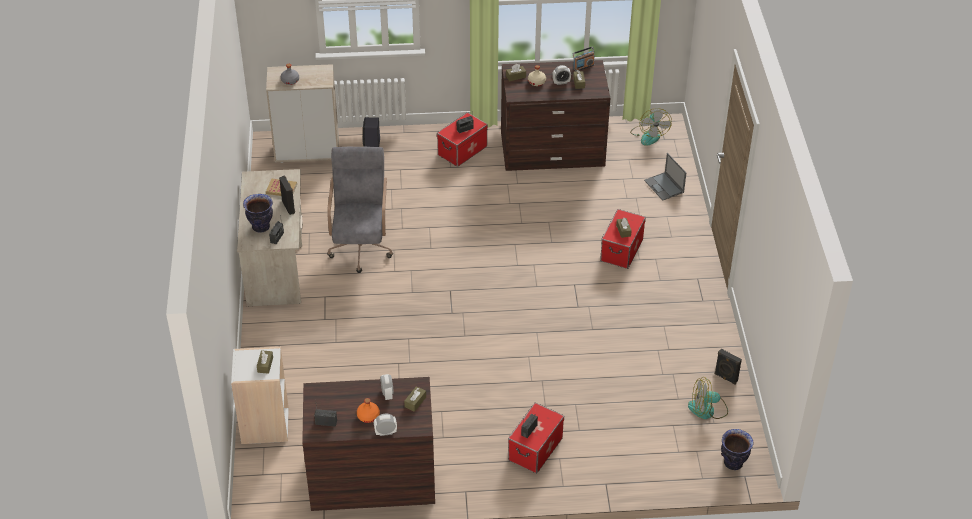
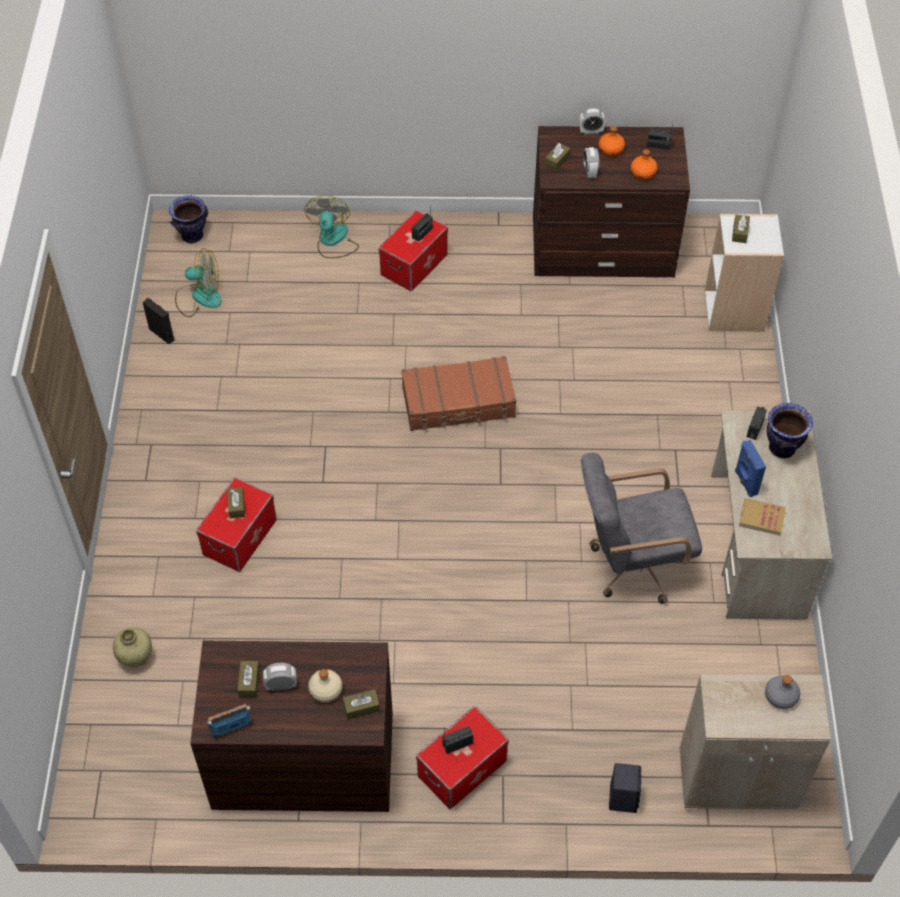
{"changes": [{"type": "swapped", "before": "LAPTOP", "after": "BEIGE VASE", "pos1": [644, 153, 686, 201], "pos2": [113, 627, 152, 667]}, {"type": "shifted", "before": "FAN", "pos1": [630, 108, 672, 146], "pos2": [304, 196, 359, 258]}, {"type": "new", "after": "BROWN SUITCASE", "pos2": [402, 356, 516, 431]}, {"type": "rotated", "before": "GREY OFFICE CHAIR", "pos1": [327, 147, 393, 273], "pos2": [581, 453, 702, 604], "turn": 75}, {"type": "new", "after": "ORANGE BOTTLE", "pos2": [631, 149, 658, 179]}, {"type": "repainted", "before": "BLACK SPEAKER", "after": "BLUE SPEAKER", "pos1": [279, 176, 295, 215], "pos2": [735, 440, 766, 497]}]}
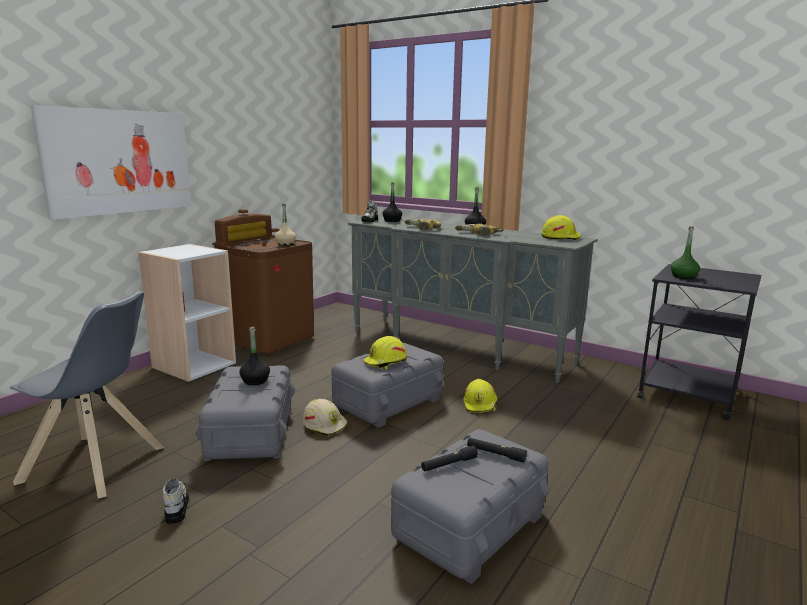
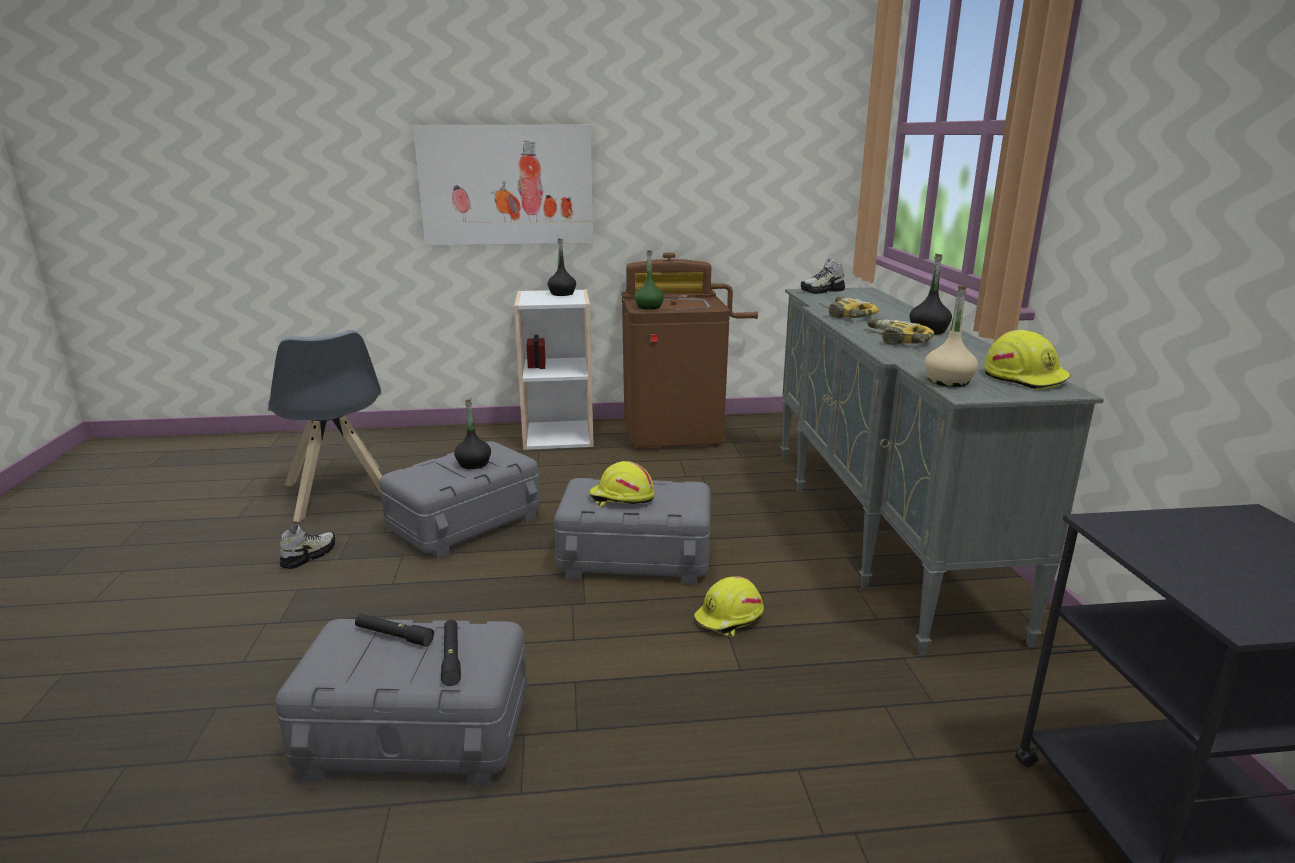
{"changes": [{"type": "shifted", "before": "BLACK BOTTLE", "pos1": [382, 183, 402, 222], "pos2": [547, 238, 576, 296]}, {"type": "shifted", "before": "GREEN BOTTLE", "pos1": [671, 226, 700, 279], "pos2": [635, 250, 664, 309]}, {"type": "shifted", "before": "BEIGE BOTTLE", "pos1": [275, 204, 296, 246], "pos2": [924, 285, 978, 387]}, {"type": "gone", "before": "BEIGE HARD HAT", "pos1": [303, 399, 348, 436]}]}
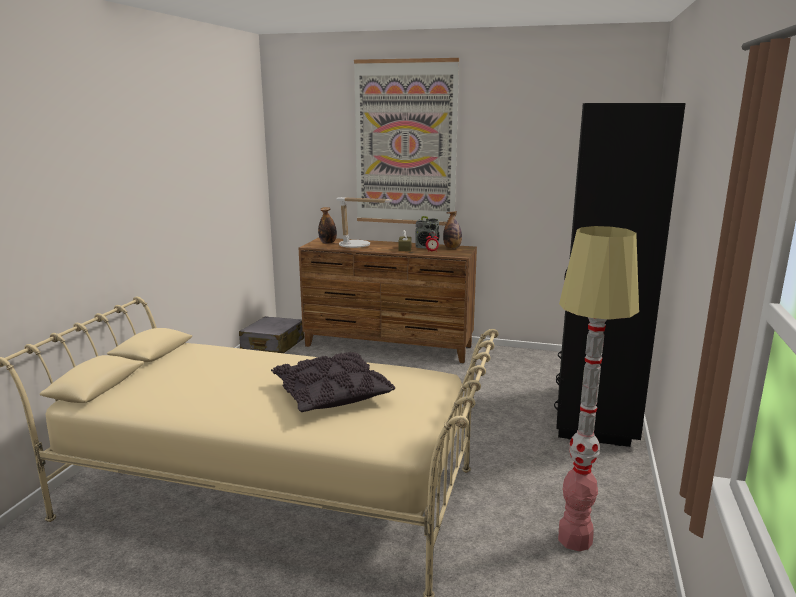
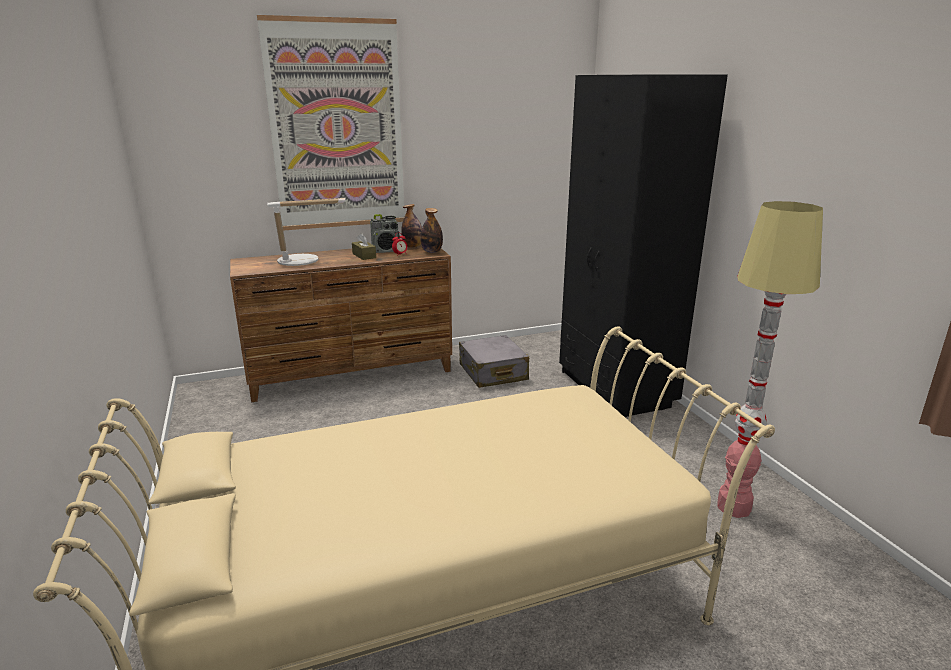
{"changes": [{"type": "shifted", "before": "BOTTLE", "pos1": [318, 207, 337, 244], "pos2": [420, 208, 443, 253]}, {"type": "shifted", "before": "GREY SUITCASE", "pos1": [239, 316, 304, 353], "pos2": [459, 335, 529, 388]}, {"type": "gone", "before": "BLACK PILLOW", "pos1": [271, 352, 395, 412]}]}
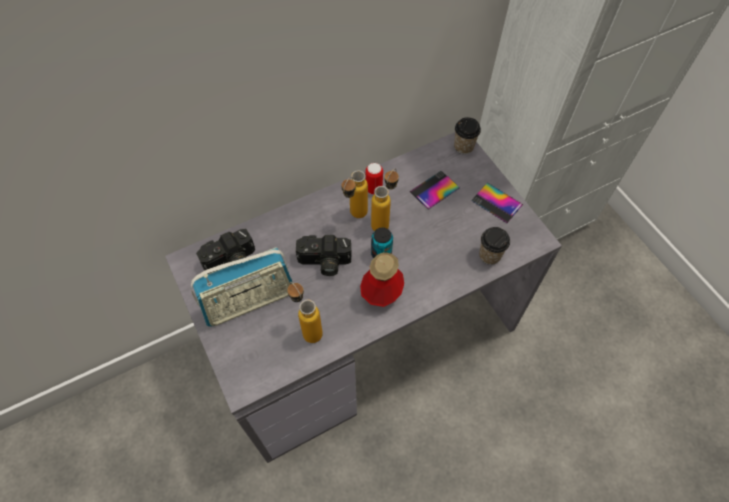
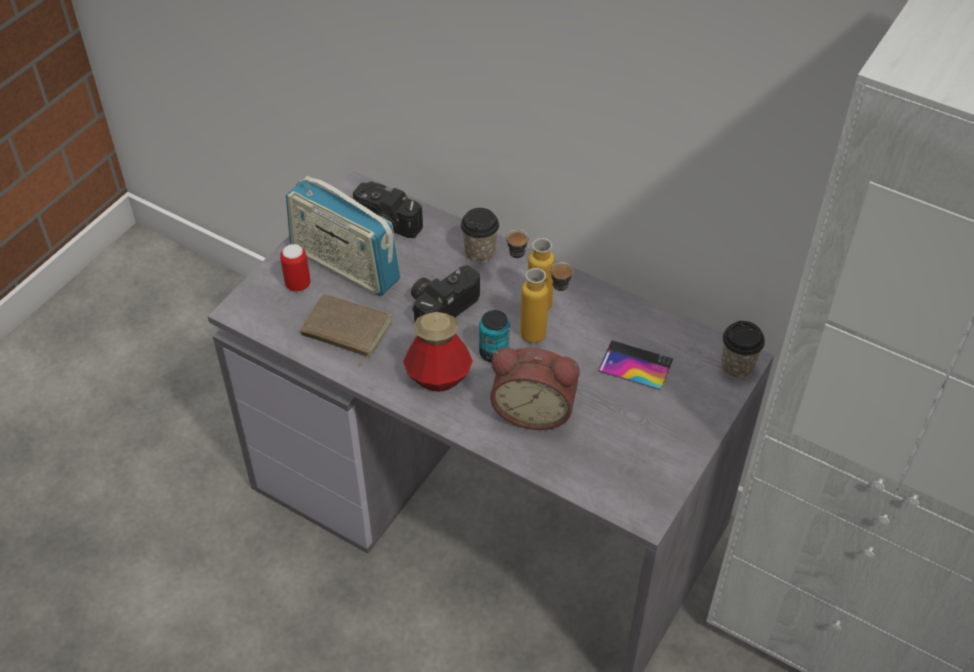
{"changes": [{"type": "shifted", "before": "CAN", "pos1": [365, 163, 383, 195], "pos2": [280, 244, 310, 292]}, {"type": "swapped", "before": "BOTTLE", "after": "BROWN BOOK", "pos1": [287, 282, 323, 343], "pos2": [300, 294, 393, 366]}, {"type": "rotated", "before": "PHOTO CAMERA", "pos1": [296, 235, 351, 276], "pos2": [411, 265, 480, 323], "turn": 75}, {"type": "shifted", "before": "CUP", "pos1": [479, 227, 510, 265], "pos2": [461, 208, 499, 263]}, {"type": "new", "after": "ALARM CLOCK", "pos2": [490, 348, 580, 430]}, {"type": "gone", "before": "PHONE", "pos1": [471, 182, 523, 223]}]}
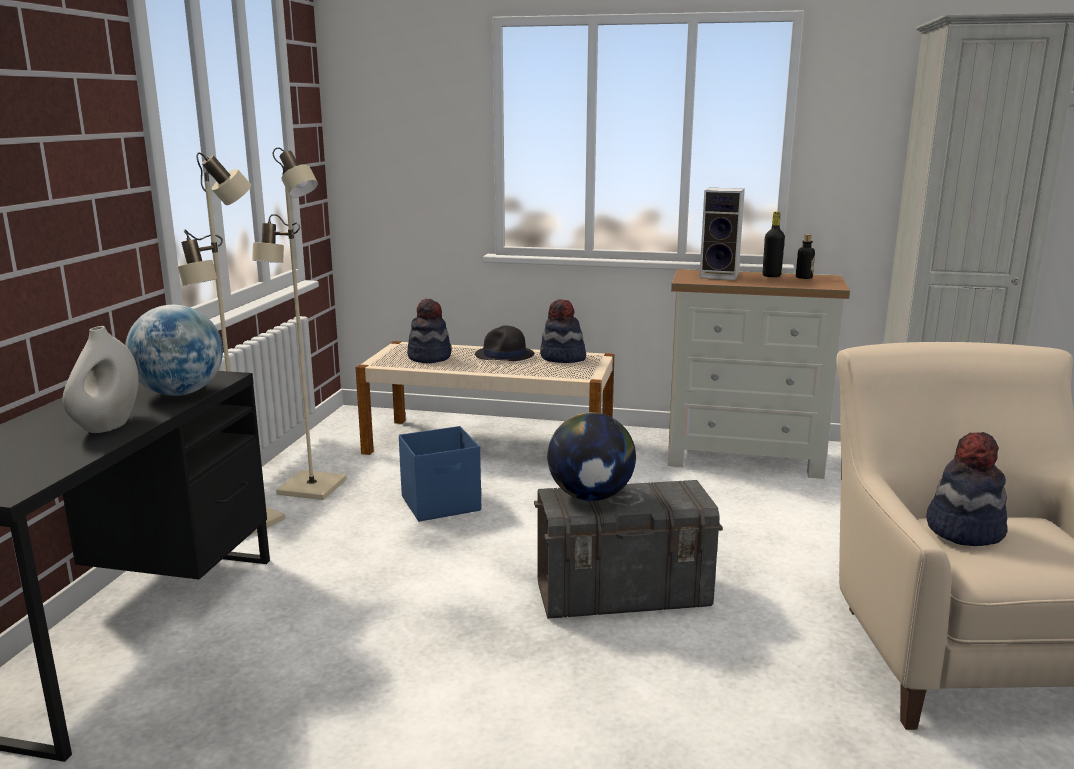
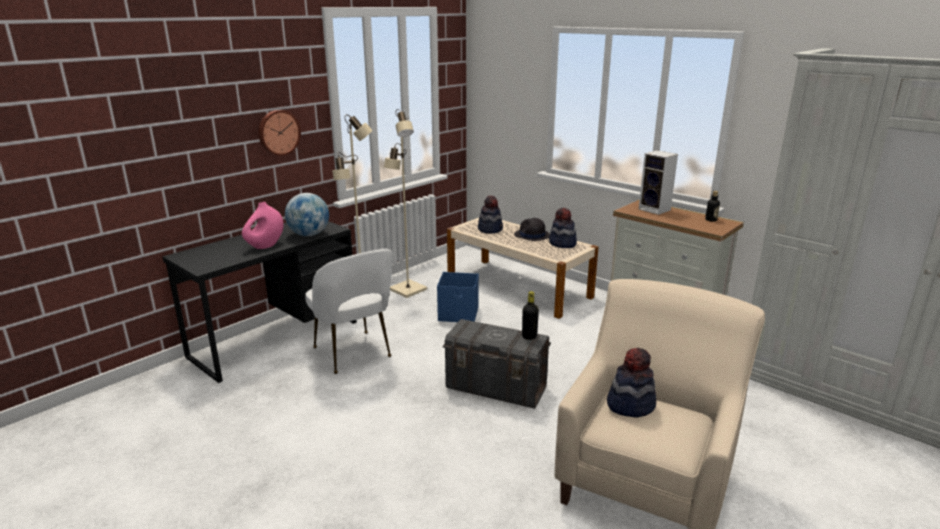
{"changes": [{"type": "repainted", "before": "WHITE VASE", "after": "PINK VASE", "pos1": [62, 326, 139, 433], "pos2": [242, 202, 284, 249]}, {"type": "new", "after": "WALL CLOCK", "pos2": [258, 110, 301, 156]}, {"type": "new", "after": "WHITE CHAIR", "pos2": [305, 249, 393, 374]}, {"type": "shifted", "before": "BLACK BOTTLE", "pos1": [763, 211, 785, 277], "pos2": [522, 291, 539, 340]}, {"type": "gone", "before": "GLOBE", "pos1": [547, 412, 636, 501]}]}
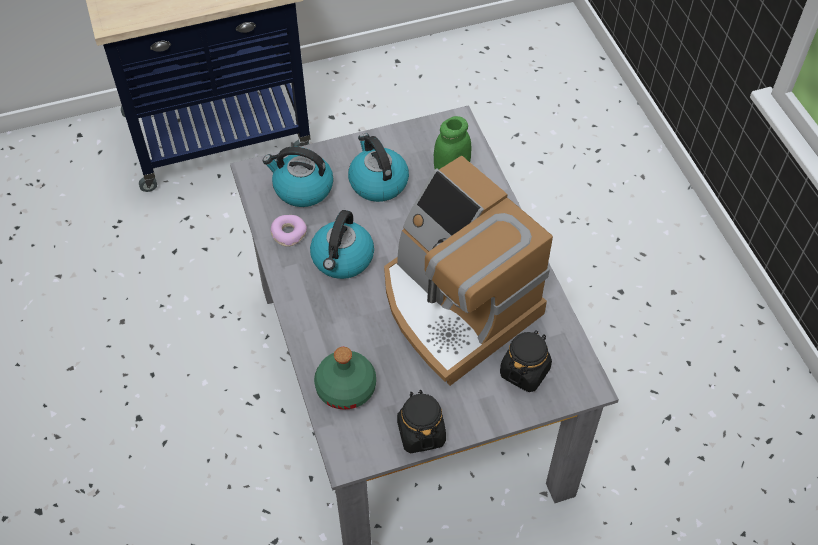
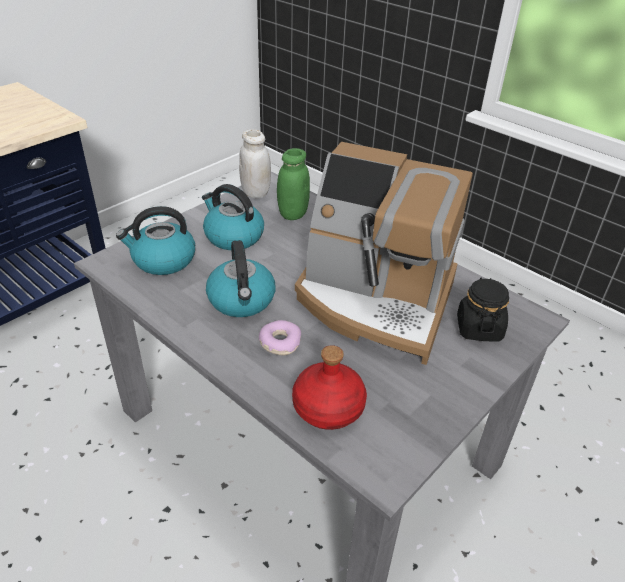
{"changes": [{"type": "new", "after": "WHITE JAR", "pos2": [239, 129, 271, 199]}, {"type": "shifted", "before": "DONUT", "pos1": [270, 215, 307, 247], "pos2": [259, 320, 301, 355]}, {"type": "repainted", "before": "GREEN BOTTLE", "after": "RED BOTTLE", "pos1": [314, 347, 376, 410], "pos2": [292, 345, 367, 430]}, {"type": "gone", "before": "BLACK JAR", "pos1": [397, 390, 446, 453]}]}
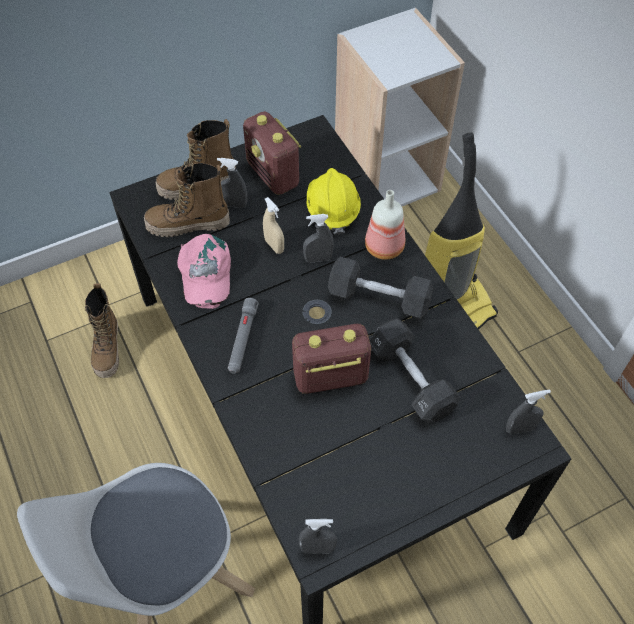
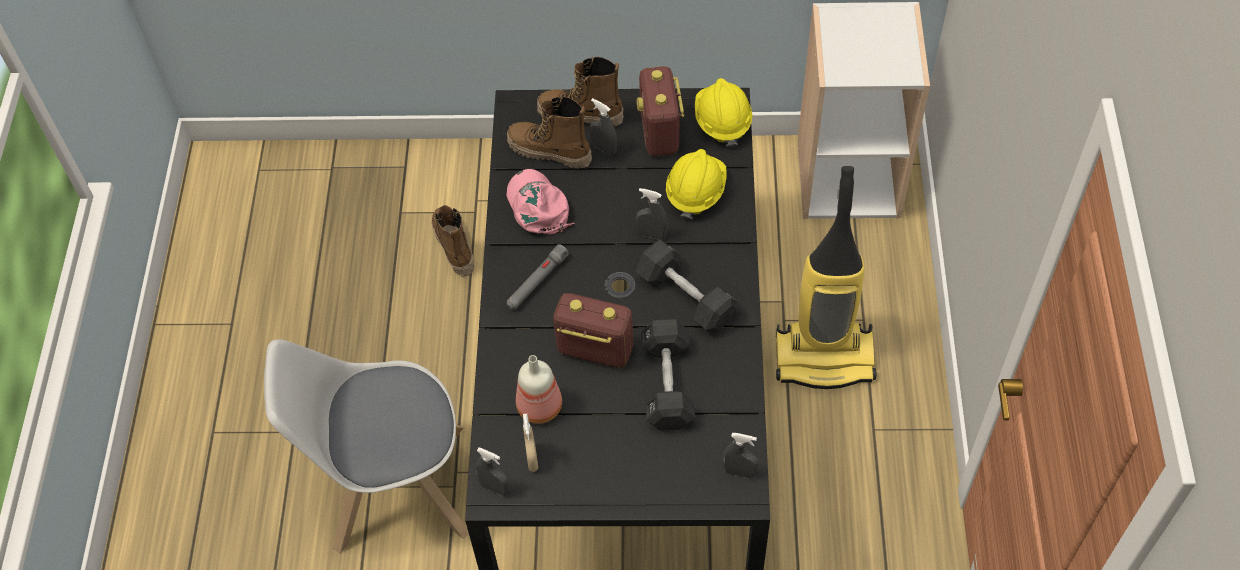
{"changes": [{"type": "rotated", "before": "BOOT", "pos1": [85, 283, 119, 378], "pos2": [432, 205, 474, 277], "turn": 135}, {"type": "rotated", "before": "PINK CAP", "pos1": [177, 234, 231, 309], "pos2": [506, 168, 575, 235], "turn": 135}, {"type": "shifted", "before": "BOTTLE", "pos1": [365, 190, 405, 260], "pos2": [516, 355, 562, 424]}, {"type": "shifted", "before": "BEIGE SPRAY BOTTLE", "pos1": [263, 197, 284, 254], "pos2": [523, 414, 538, 472]}, {"type": "new", "after": "YELLOW HARD HAT", "pos2": [695, 78, 752, 147]}]}
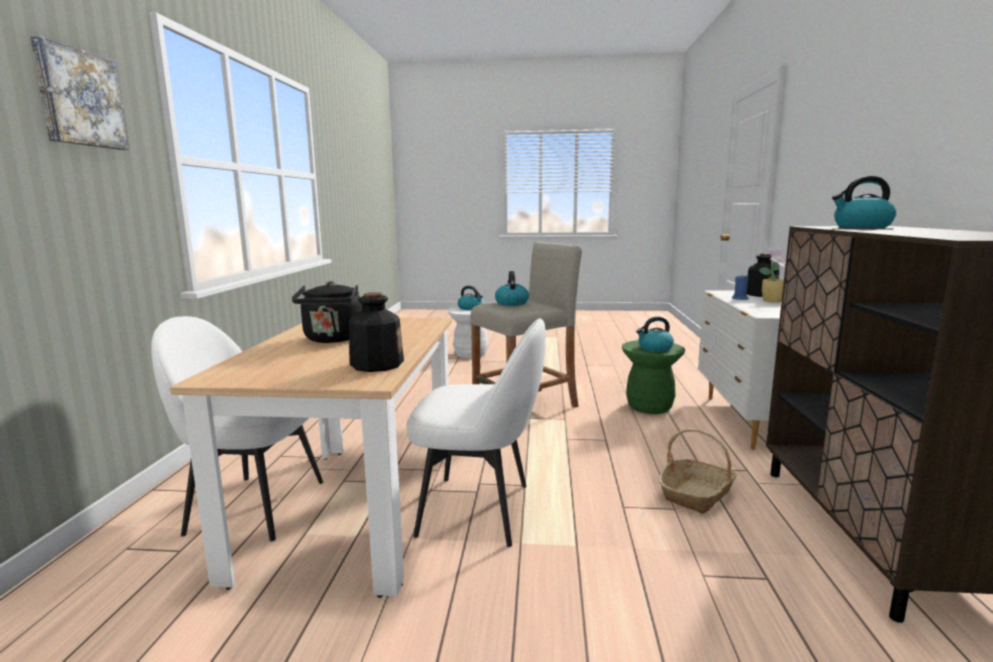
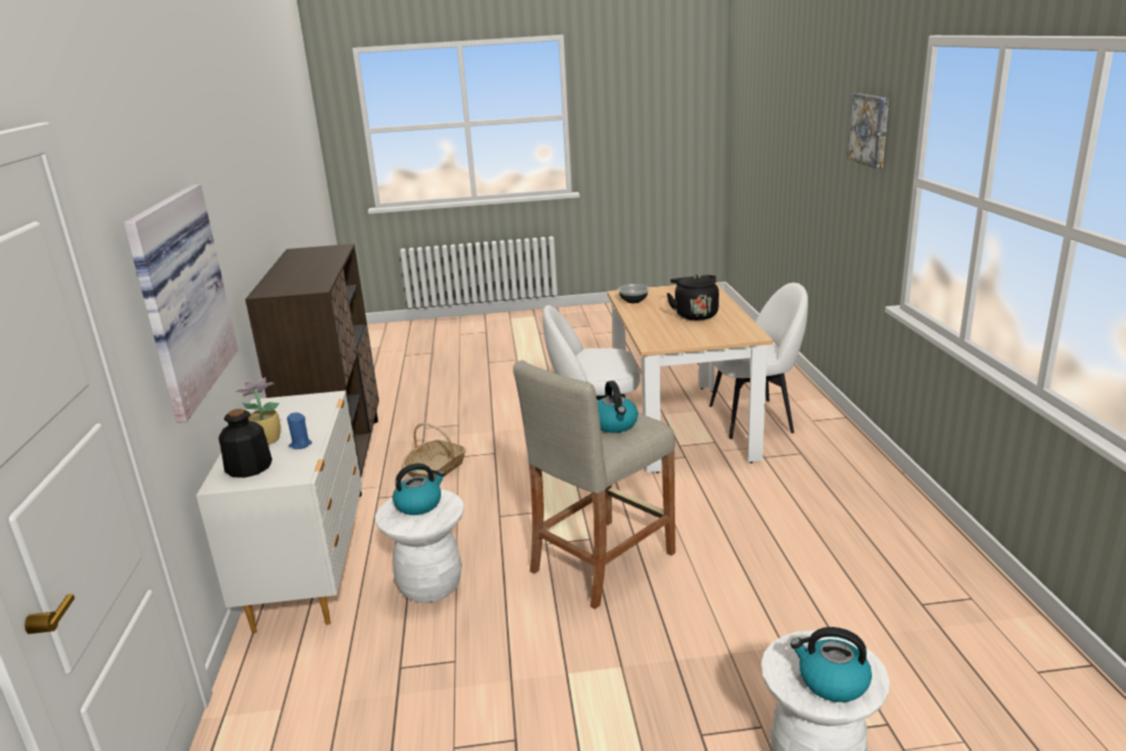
{"changes": [{"type": "new", "after": "PICTURE", "pos2": [124, 184, 238, 423]}, {"type": "repainted", "before": "GREEN STOOL", "after": "WHITE STOOL", "pos1": [622, 340, 685, 414], "pos2": [375, 489, 464, 603]}, {"type": "swapped", "before": "BOTTLE", "after": "BOWL", "pos1": [349, 292, 404, 372], "pos2": [618, 284, 649, 303]}, {"type": "gone", "before": "KETTLE", "pos1": [832, 176, 896, 228]}]}
